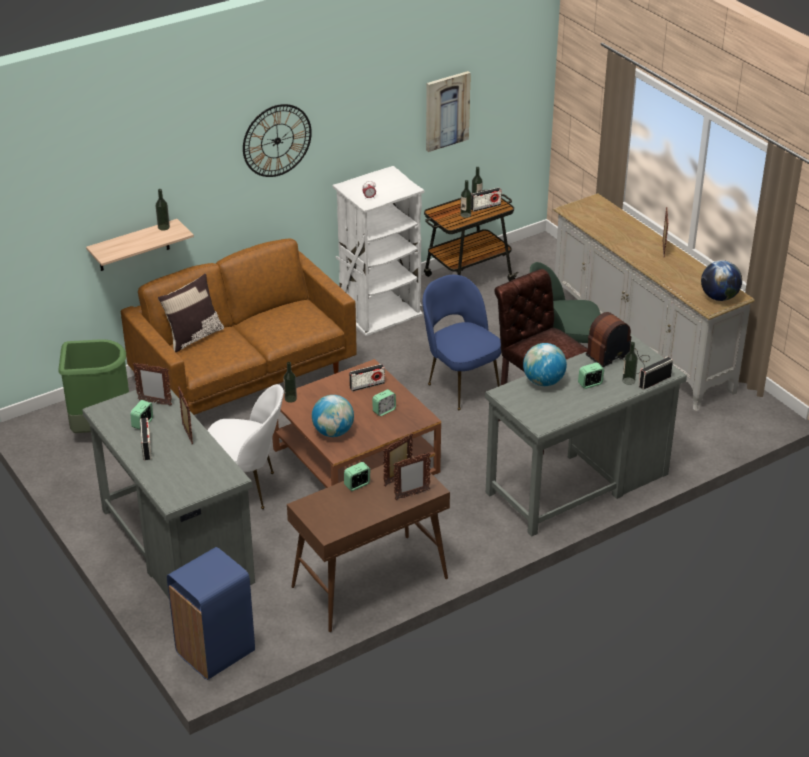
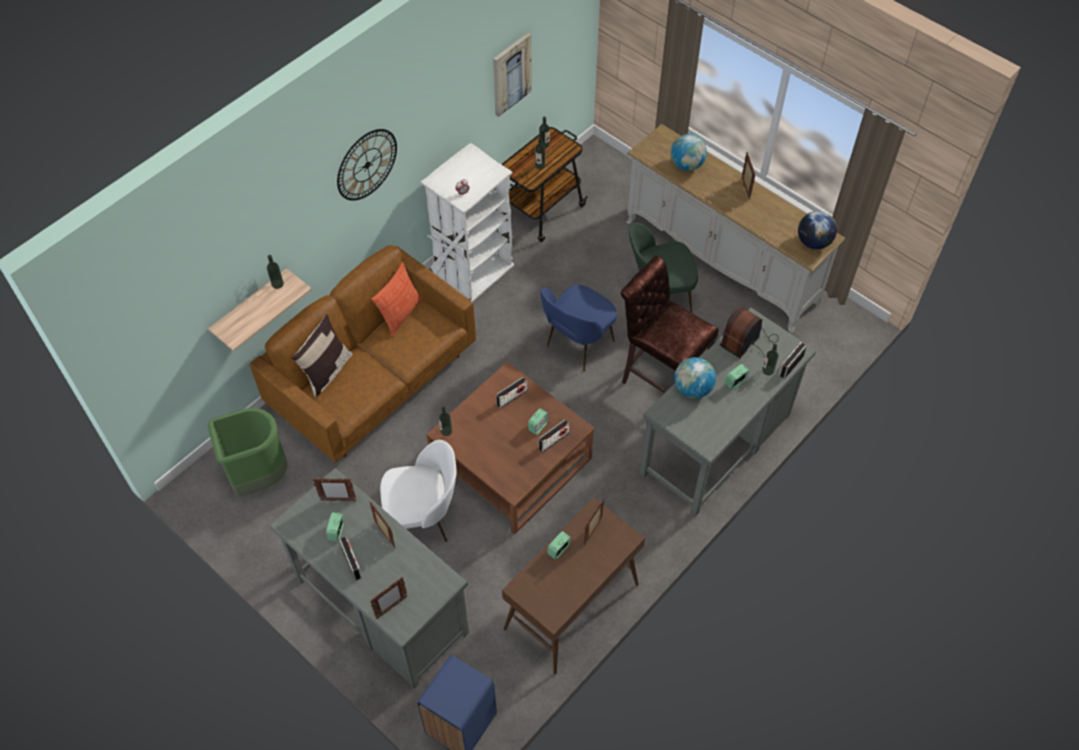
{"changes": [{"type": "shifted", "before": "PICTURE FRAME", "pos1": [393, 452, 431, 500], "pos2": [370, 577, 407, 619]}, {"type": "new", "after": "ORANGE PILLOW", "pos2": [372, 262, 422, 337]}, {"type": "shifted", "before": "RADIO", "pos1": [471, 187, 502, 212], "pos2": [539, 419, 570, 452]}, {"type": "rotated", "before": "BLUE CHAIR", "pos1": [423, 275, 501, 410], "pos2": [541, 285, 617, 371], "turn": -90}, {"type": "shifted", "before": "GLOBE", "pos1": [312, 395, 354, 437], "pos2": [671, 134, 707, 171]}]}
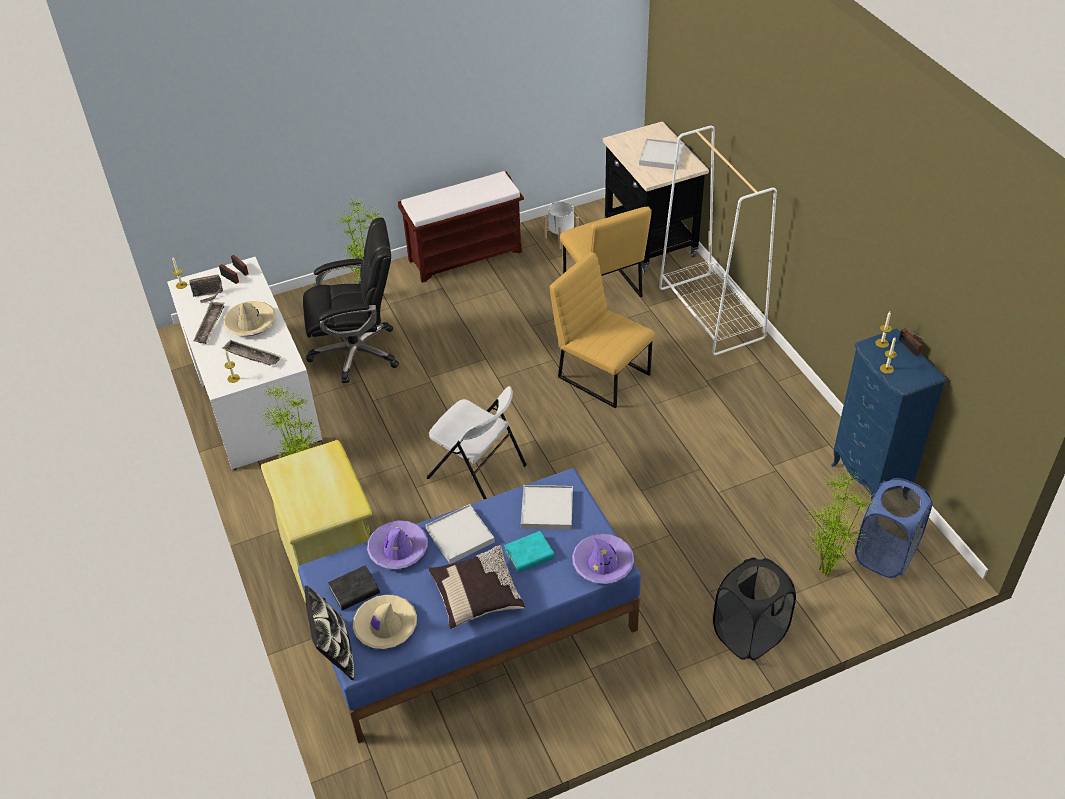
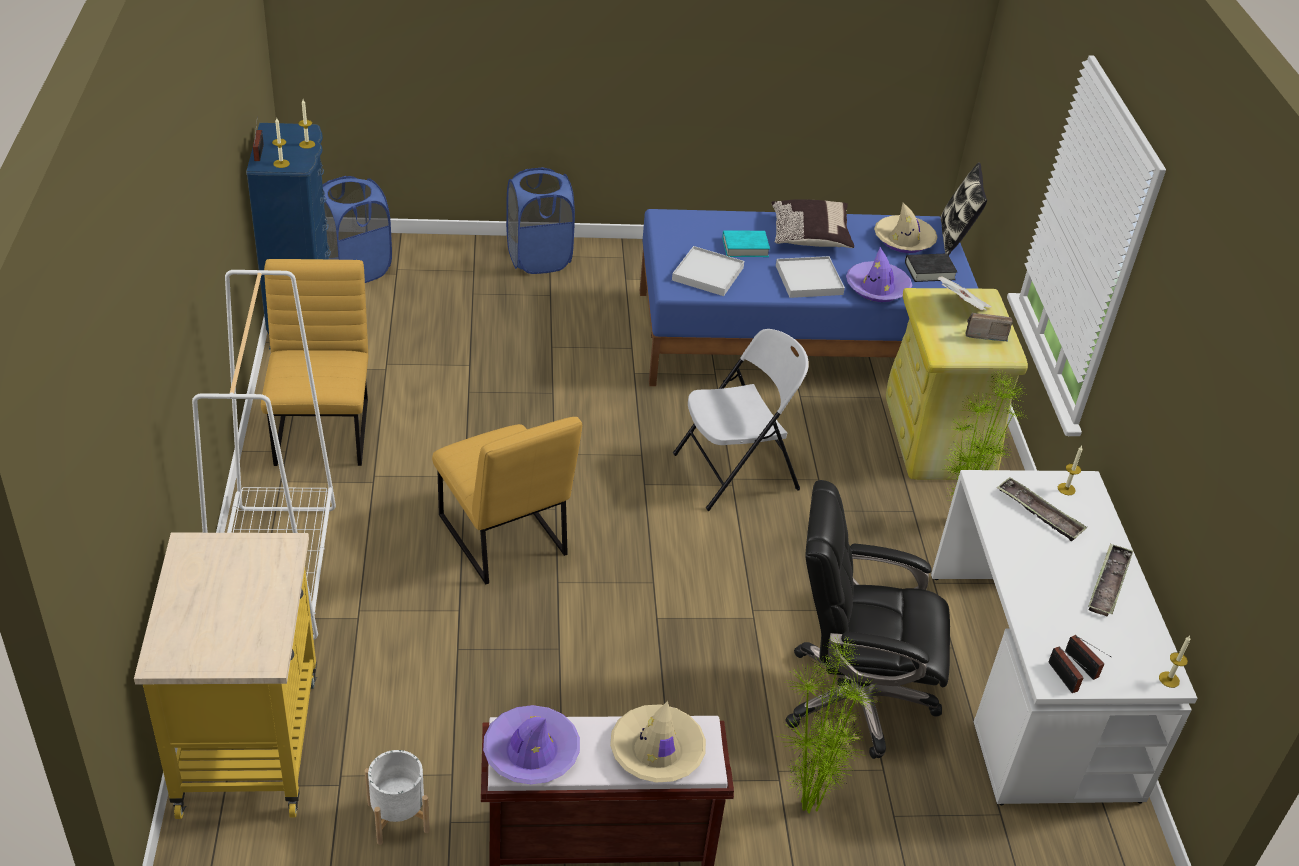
{"changes": [{"type": "repainted", "before": "BLACK CART", "after": "YELLOW CART", "pos1": [602, 121, 709, 273], "pos2": [134, 532, 317, 819]}, {"type": "shifted", "before": "YELLOW CHAIR", "pos1": [560, 207, 652, 297], "pos2": [261, 259, 368, 466]}, {"type": "shifted", "before": "PURPLE HAT", "pos1": [572, 534, 634, 584], "pos2": [483, 705, 580, 784]}, {"type": "repainted", "before": "BLACK LAUNDRY BASKET", "after": "BLUE LAUNDRY BASKET", "pos1": [713, 558, 796, 660], "pos2": [506, 167, 575, 274]}, {"type": "shifted", "before": "BEIGE HAT", "pos1": [223, 301, 276, 336], "pos2": [610, 701, 706, 783]}, {"type": "rotated", "before": "WHITE CHAIR", "pos1": [427, 386, 527, 499], "pos2": [673, 329, 809, 511], "turn": 105}, {"type": "new", "after": "NEWSPAPER", "pos2": [938, 277, 992, 310]}, {"type": "shifted", "before": "RADIO", "pos1": [189, 275, 223, 303], "pos2": [965, 313, 1013, 341]}, {"type": "gone", "before": "WHITE TRAY", "pos1": [639, 138, 685, 170]}, {"type": "gone", "before": "POTTED PLANT", "pos1": [806, 470, 877, 577]}]}
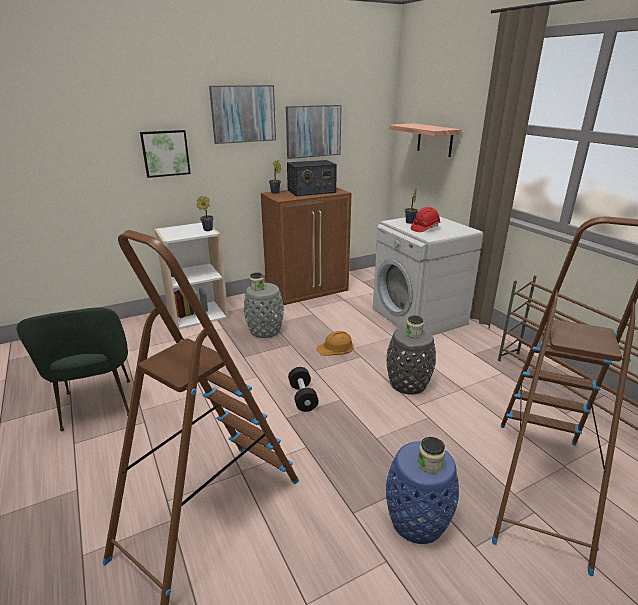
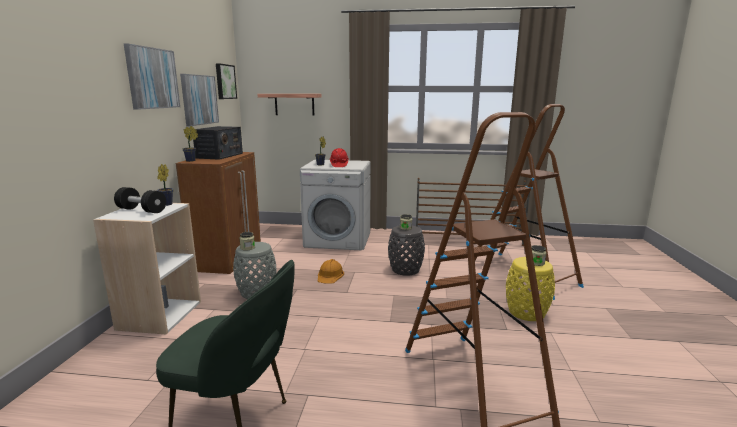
{"changes": [{"type": "shifted", "before": "BLACK DUMBBELL", "pos1": [288, 367, 319, 412], "pos2": [114, 187, 166, 213]}, {"type": "shifted", "before": "PICTURE", "pos1": [140, 130, 191, 178], "pos2": [216, 63, 237, 99]}, {"type": "repainted", "before": "BLUE STOOL", "after": "YELLOW STOOL", "pos1": [386, 441, 459, 544], "pos2": [506, 257, 555, 321]}]}
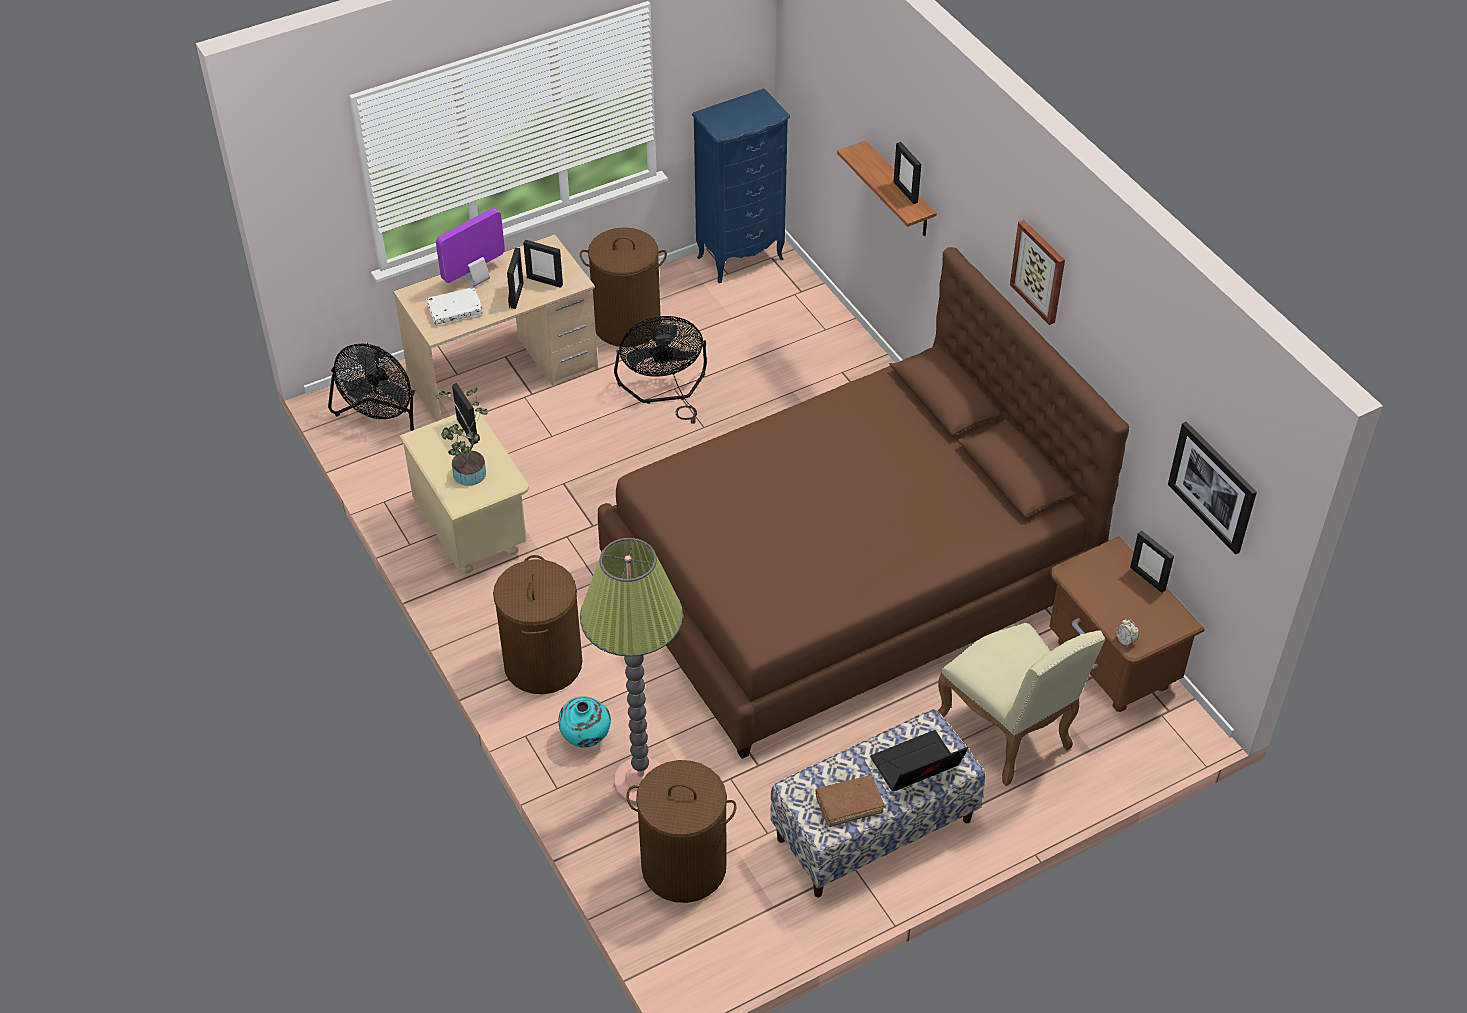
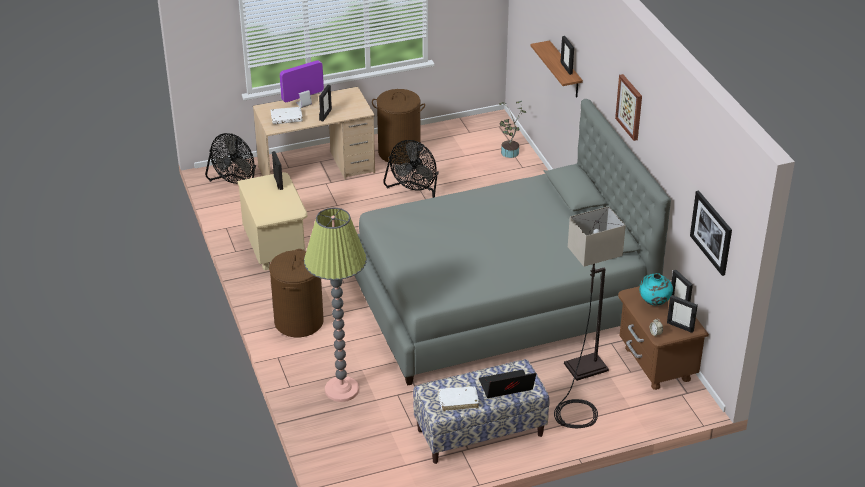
{"changes": [{"type": "repainted", "before": "BROWN BED", "after": "GREY BED", "pos1": [598, 247, 1129, 759], "pos2": [354, 99, 671, 386]}, {"type": "rotated", "before": "BLACK FAN", "pos1": [614, 316, 707, 424], "pos2": [383, 140, 439, 198], "turn": -150}, {"type": "repainted", "before": "BROWN BOOK", "after": "WHITE BOOK", "pos1": [816, 775, 884, 827], "pos2": [439, 386, 479, 412]}, {"type": "shifted", "before": "POTTED PLANT", "pos1": [436, 388, 488, 486], "pos2": [499, 101, 526, 158]}, {"type": "swapped", "before": "BEIGE CHAIR", "after": "FLOOR LAMP", "pos1": [938, 623, 1105, 786], "pos2": [554, 206, 626, 428]}, {"type": "shifted", "before": "TURQUOISE VASE", "pos1": [558, 696, 611, 748], "pos2": [639, 273, 673, 306]}, {"type": "shifted", "before": "PICTURE FRAME", "pos1": [523, 240, 563, 288], "pos2": [667, 295, 698, 333]}, {"type": "gone", "before": "BROWN LAUNDRY BASKET", "pos1": [626, 760, 737, 903]}, {"type": "gone", "before": "BLUE DRESSER", "pos1": [692, 88, 790, 283]}]}
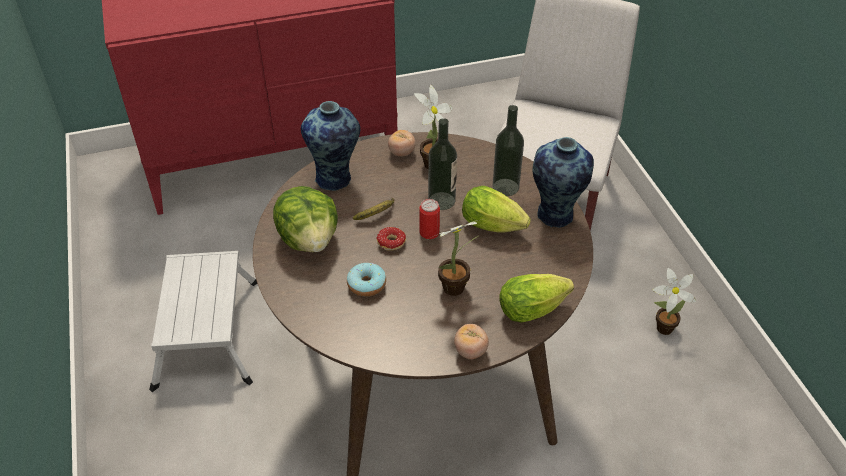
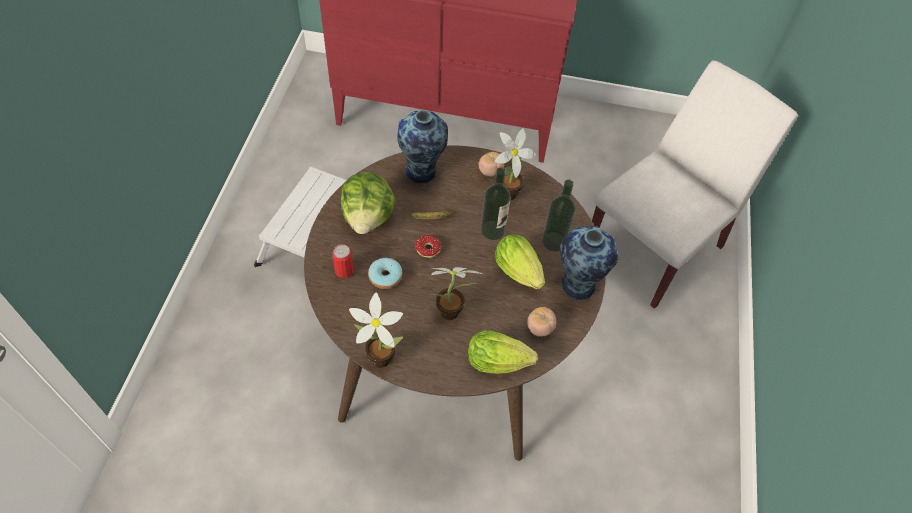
{"changes": [{"type": "shifted", "before": "CAN", "pos1": [419, 199, 440, 239], "pos2": [333, 244, 354, 278]}, {"type": "shifted", "before": "POTTED PLANT", "pos1": [653, 268, 696, 335], "pos2": [349, 292, 403, 368]}, {"type": "shifted", "before": "TOMATO", "pos1": [454, 324, 489, 359], "pos2": [527, 307, 556, 337]}]}
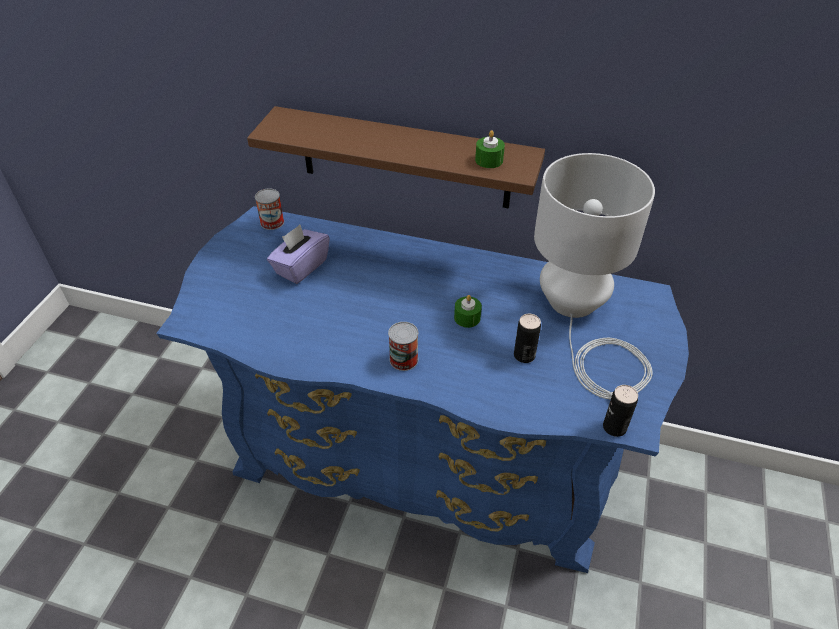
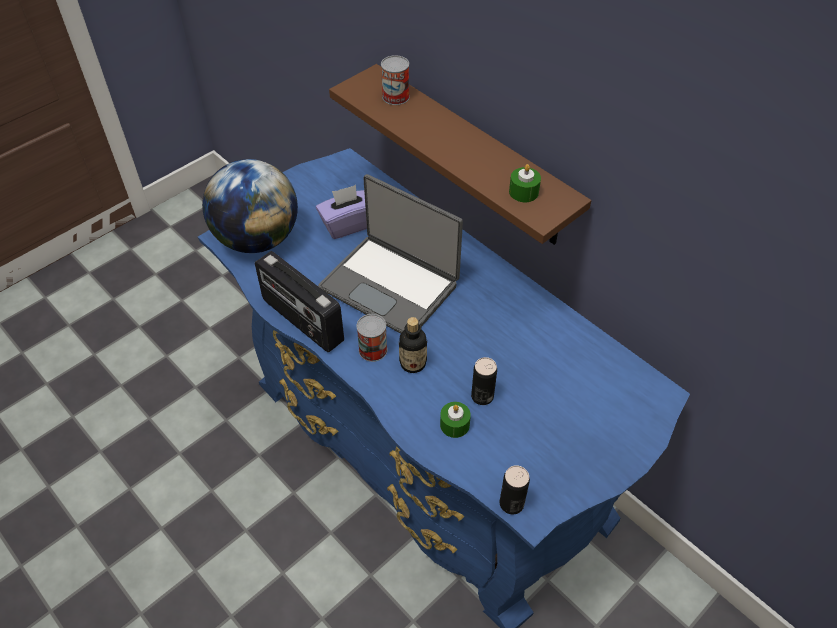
{"changes": [{"type": "new", "after": "GLOBE", "pos2": [202, 159, 298, 253]}, {"type": "new", "after": "RADIO", "pos2": [255, 251, 344, 352]}, {"type": "new", "after": "LAPTOP", "pos2": [318, 174, 463, 334]}, {"type": "shifted", "before": "CAN", "pos1": [255, 188, 284, 230], "pos2": [381, 55, 410, 105]}, {"type": "new", "after": "BOTTLE", "pos2": [399, 317, 427, 373]}, {"type": "shifted", "before": "GREEN CANDLE", "pos1": [454, 295, 482, 328], "pos2": [440, 402, 471, 438]}, {"type": "gone", "before": "GREY TABLE LAMP", "pos1": [534, 153, 655, 400]}]}
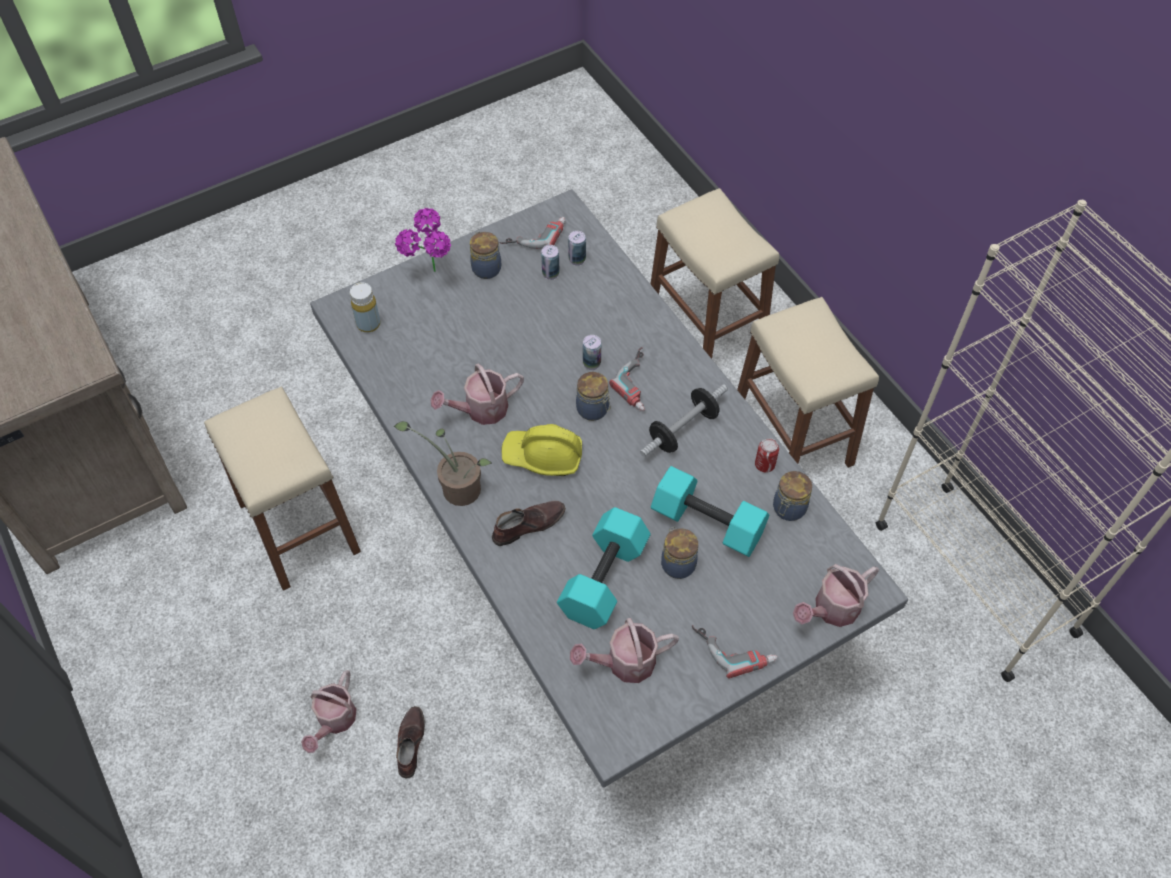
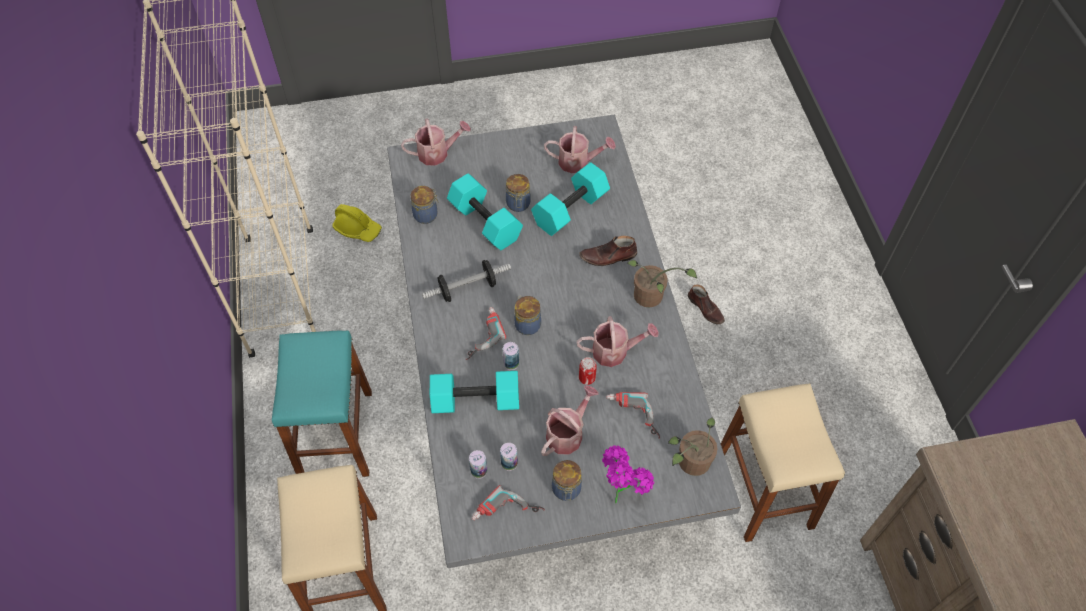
{"changes": [{"type": "repainted", "before": "BEIGE STOOL", "after": "TURQUOISE STOOL", "pos1": [737, 297, 879, 468], "pos2": [272, 331, 372, 477]}, {"type": "shifted", "before": "YELLOW HARD HAT", "pos1": [501, 424, 582, 476], "pos2": [332, 204, 382, 242]}, {"type": "new", "after": "TURQUOISE DUMBBELL", "pos2": [430, 371, 519, 413]}, {"type": "shifted", "before": "WATERING CAN", "pos1": [301, 670, 356, 753], "pos2": [541, 385, 598, 456]}, {"type": "shifted", "before": "CAN", "pos1": [755, 438, 779, 473], "pos2": [579, 357, 597, 385]}, {"type": "shifted", "before": "POWER DRILL", "pos1": [692, 625, 778, 678], "pos2": [606, 392, 660, 439]}, {"type": "swapped", "before": "YELLOW BOTTLE", "after": "POTTED PLANT", "pos1": [350, 282, 381, 332], "pos2": [668, 417, 718, 476]}, {"type": "rotated", "before": "BROWN SHOE", "pos1": [396, 706, 425, 778], "pos2": [688, 284, 725, 324], "turn": -60}]}
